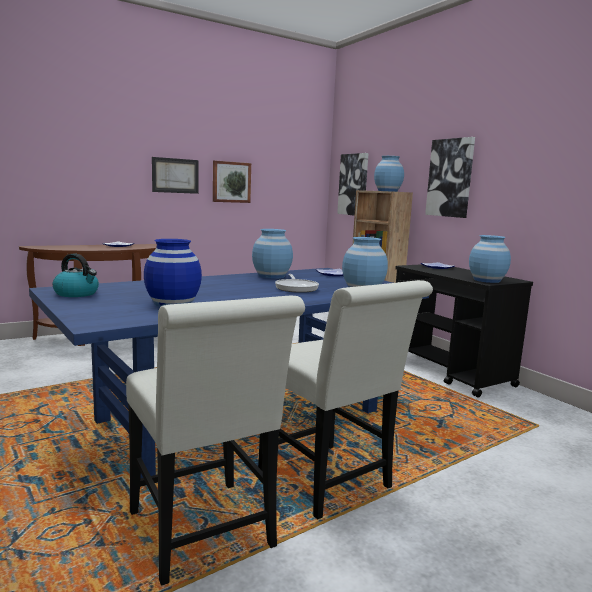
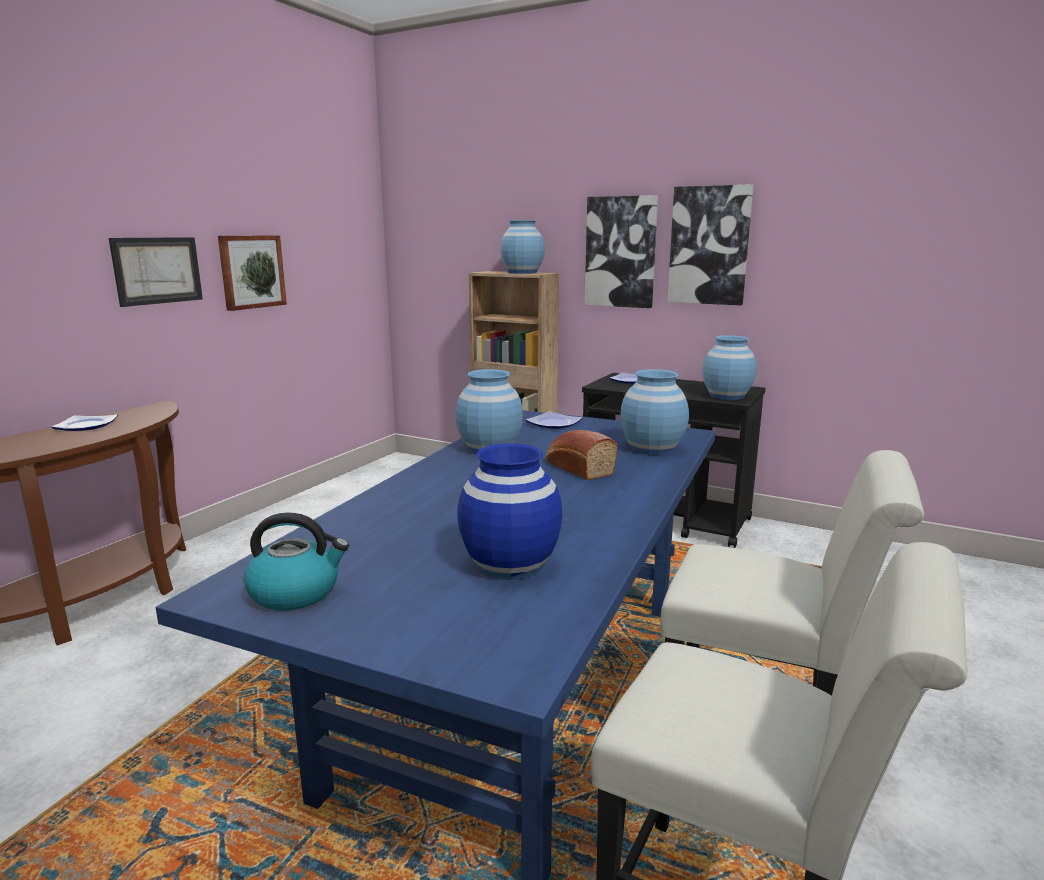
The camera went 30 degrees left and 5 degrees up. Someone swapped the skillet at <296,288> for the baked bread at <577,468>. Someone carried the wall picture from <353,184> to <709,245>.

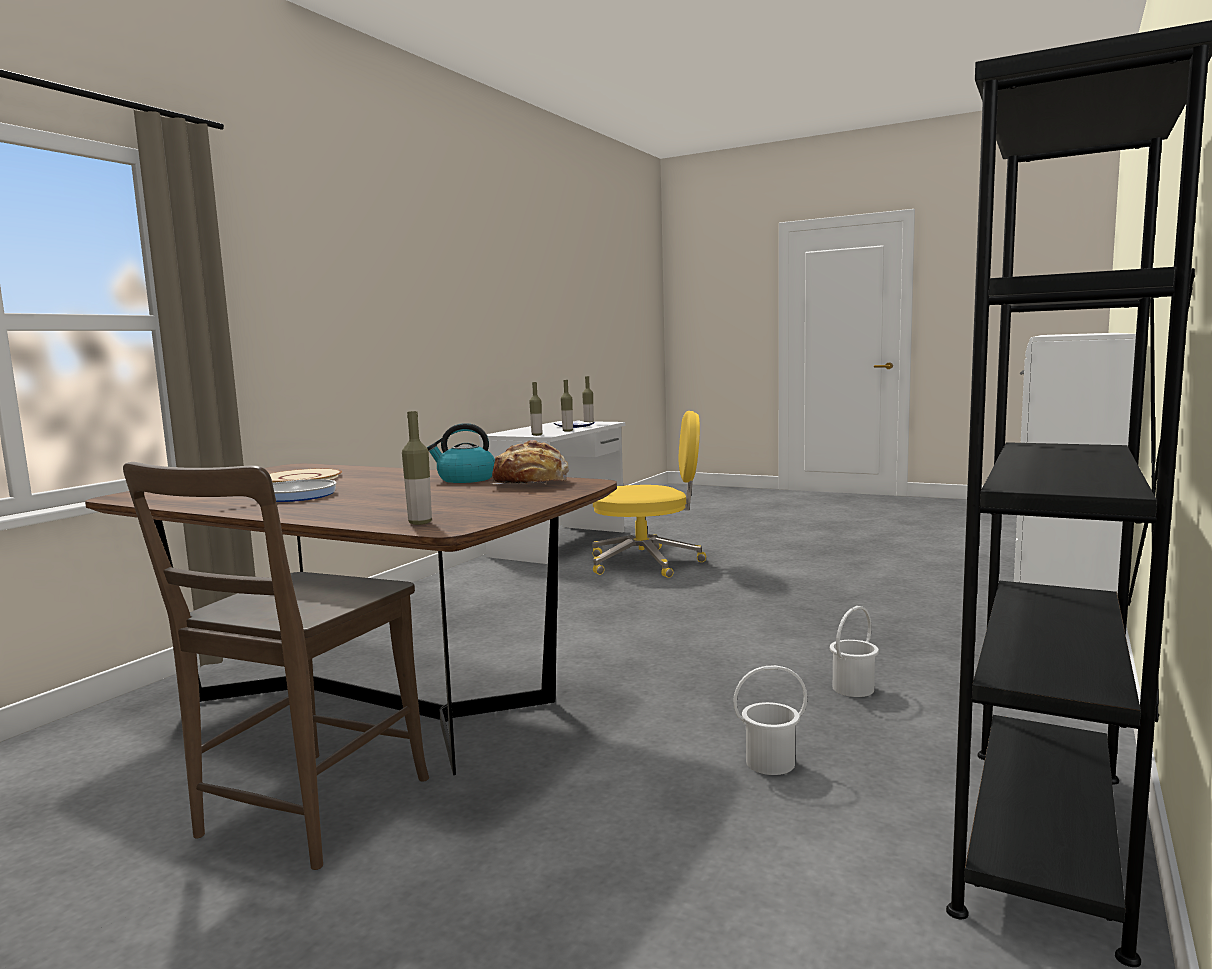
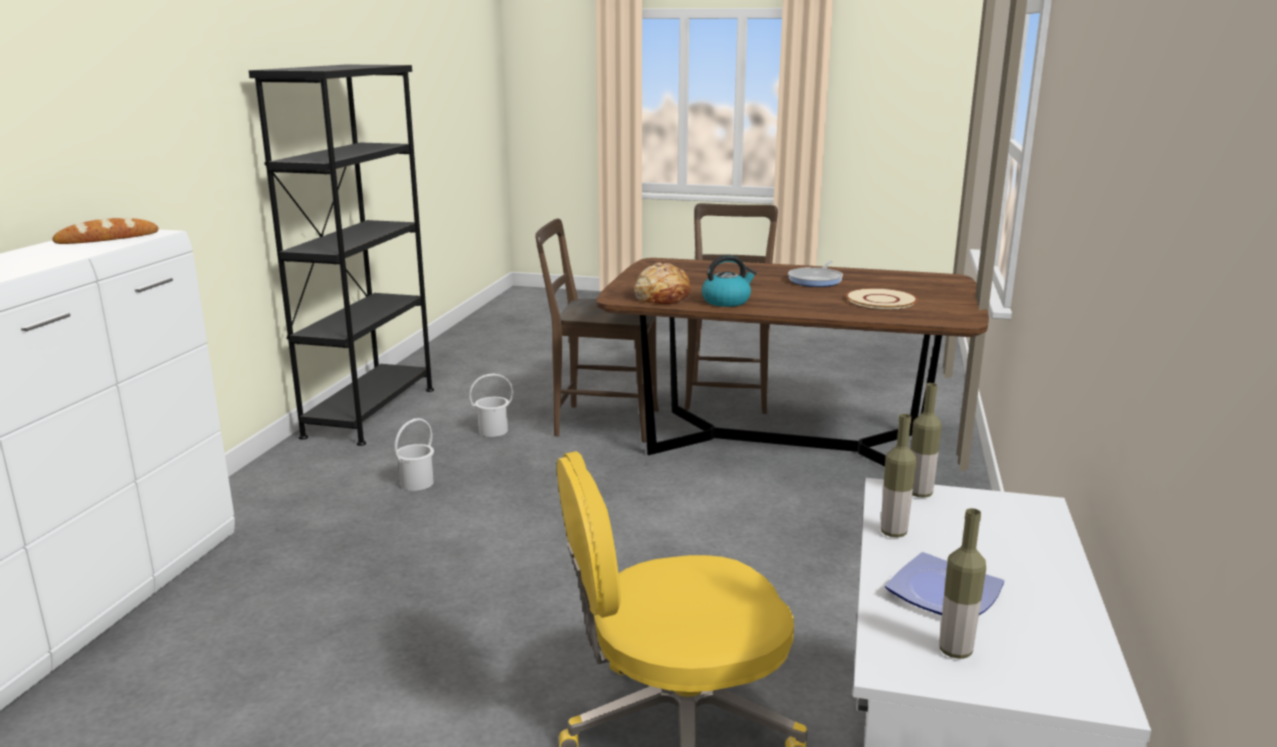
The camera went 165 degrees right and 10 degrees up. Someone took away the beverage bottle at <420,523>. Someone put down the baked bread at <107,238>. Someone put down the brown-coloured chair at <600,422>.

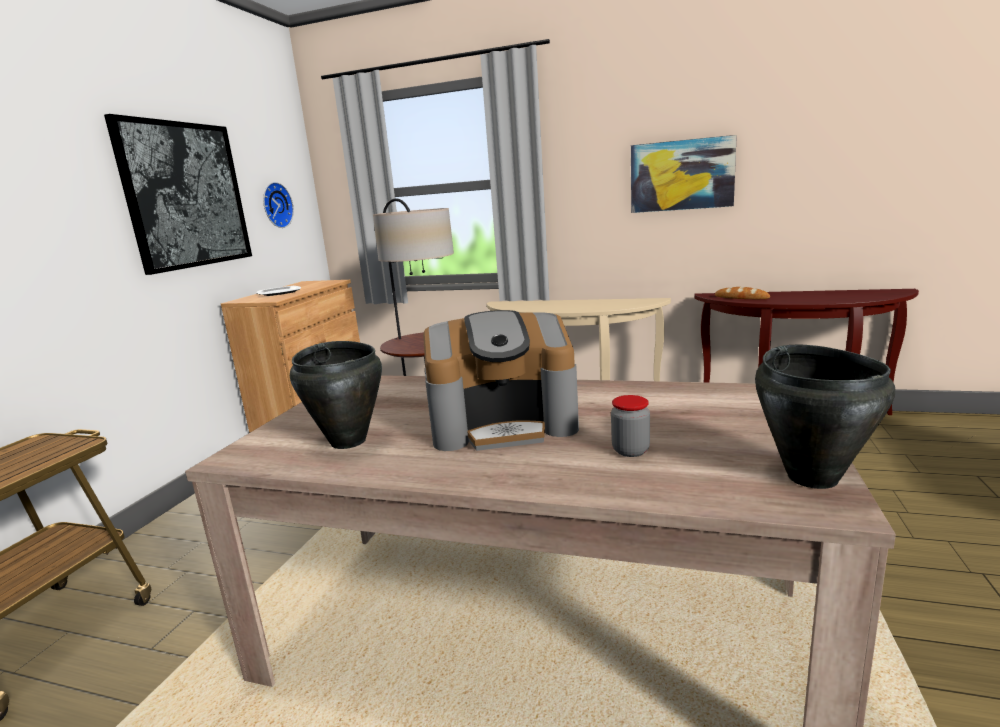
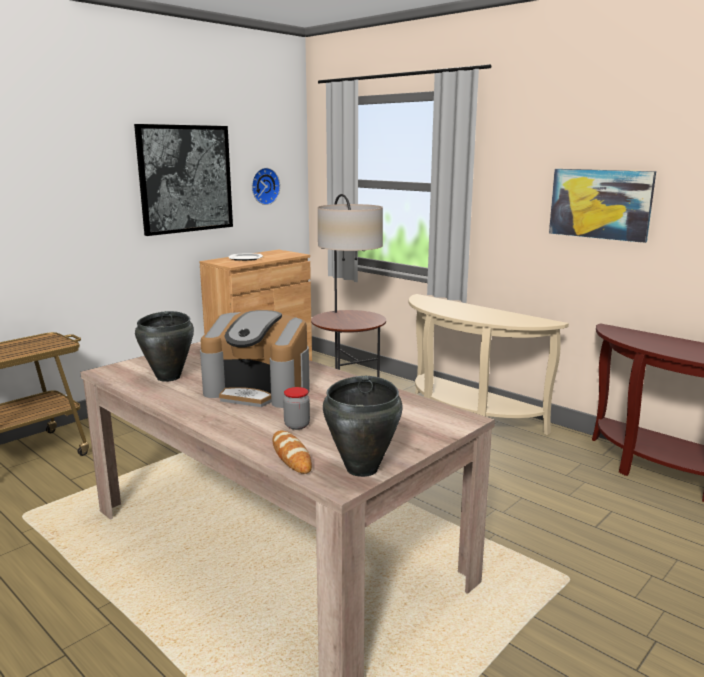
The camera went 25 degrees right and 0 degrees up. Someone carried the baked bread from <741,297> to <291,456>.

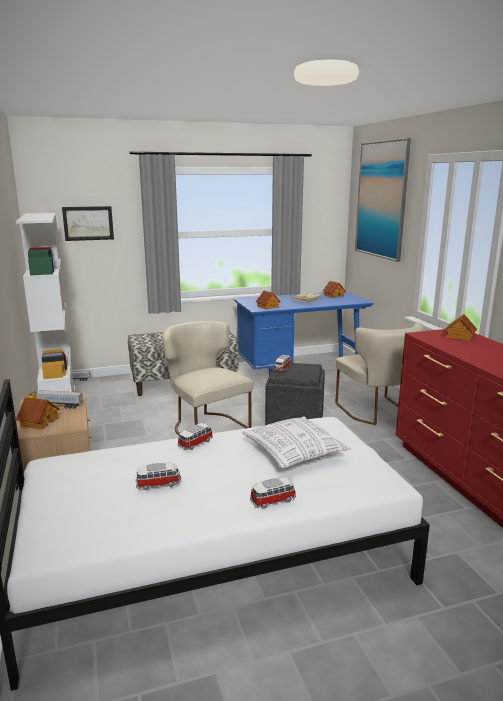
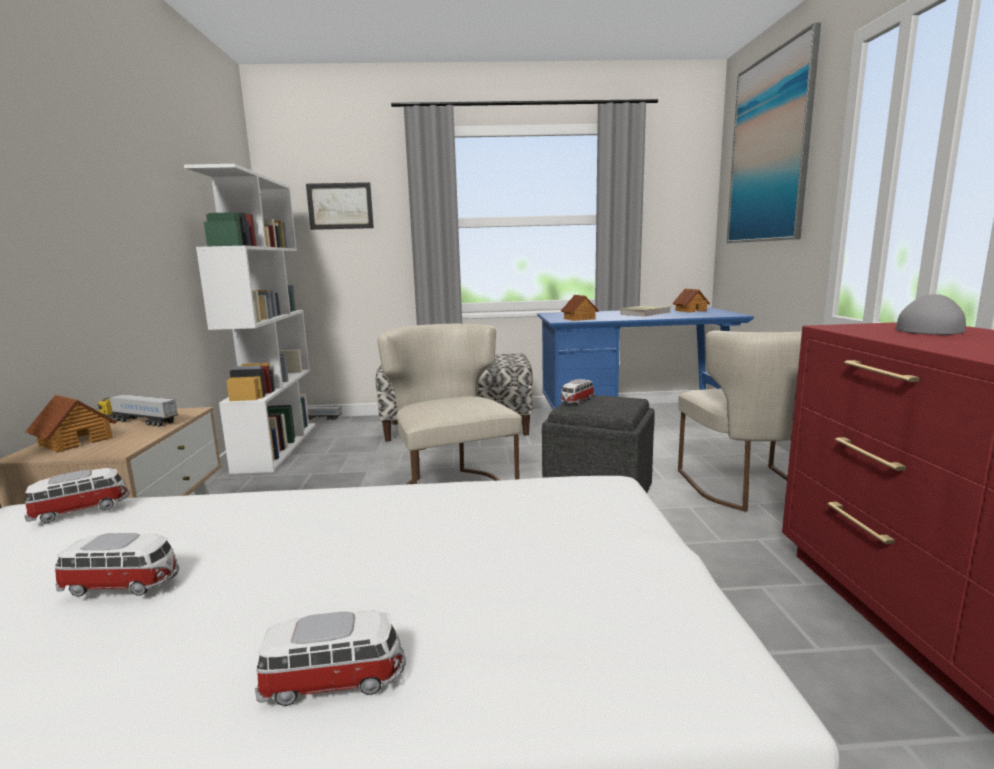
The camera went 15 degrees right and 5 degrees down. Someone carried the toy car from <196,443> to <81,510>. Someone took away the throw pillow at <293,453>. Someone swapped the miniature house at <459,336> for the grey baseball cap at <930,329>.

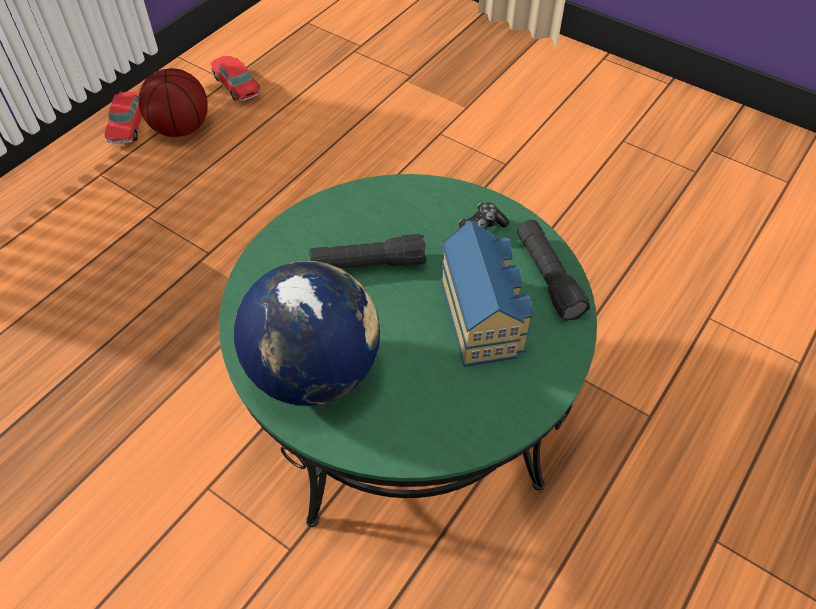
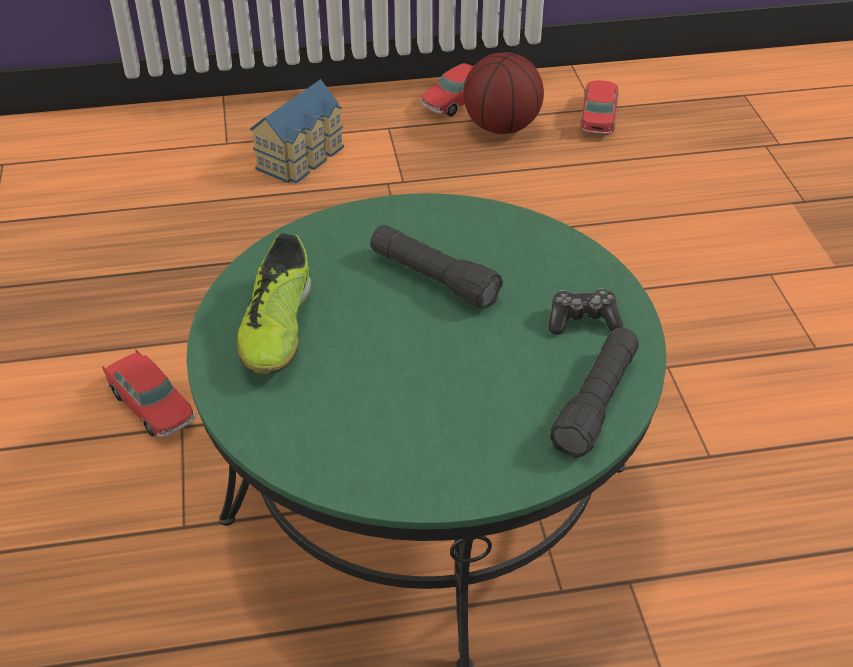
The camera went 45 degrees right and 10 degrees down. Someone swapped the world globe at <315,371> for the low shoe at <277,327>. Someone carried the miniature house from <483,316> to <303,157>. Someone put down the toy car at <152,406>.

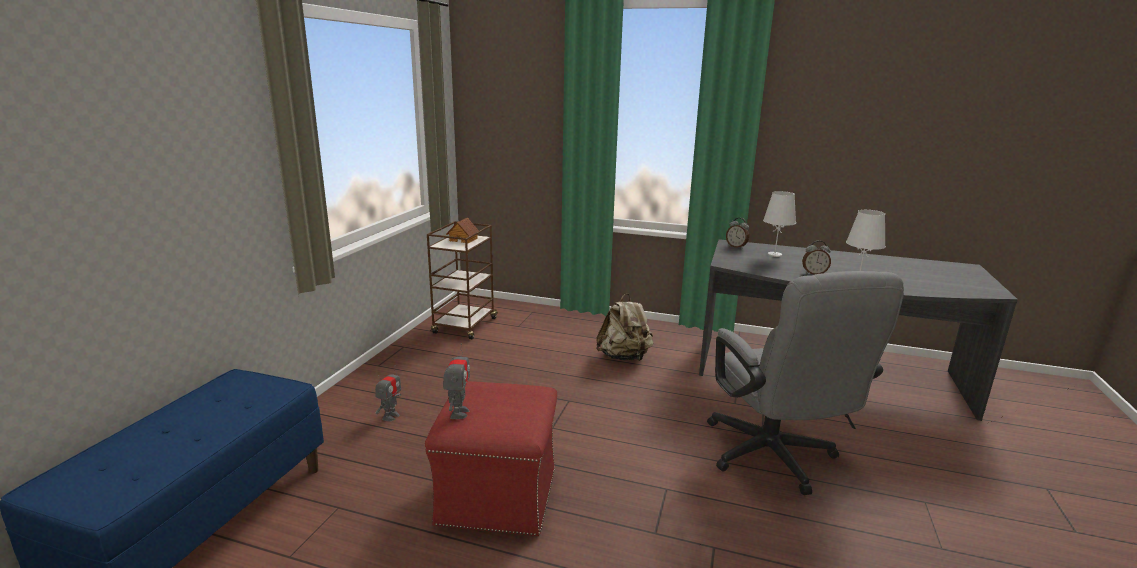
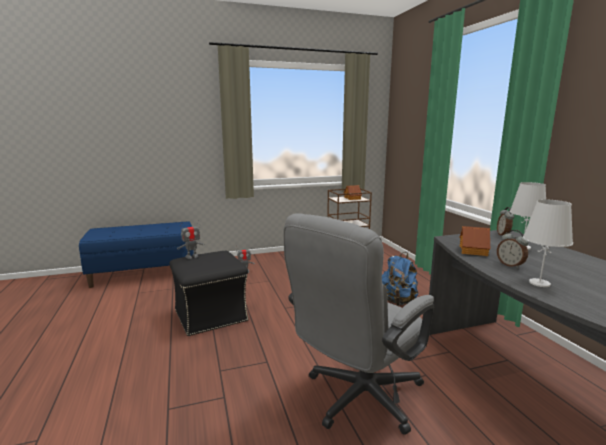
The camera went 55 degrees right and 5 degrees down. Someone repainted the reddish pouffe at <498,494>, which became the blackish pouffe at <211,315>. Someone repainted the beige backpack at <624,357>, which became the blue-coloured backpack at <398,301>. Someone put down the miniature house at <473,251>.

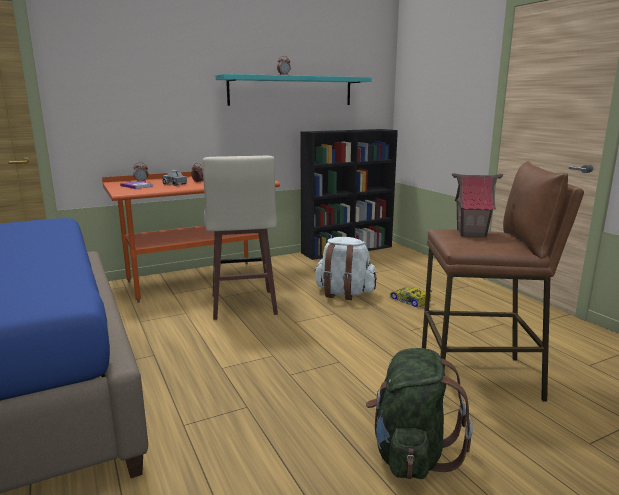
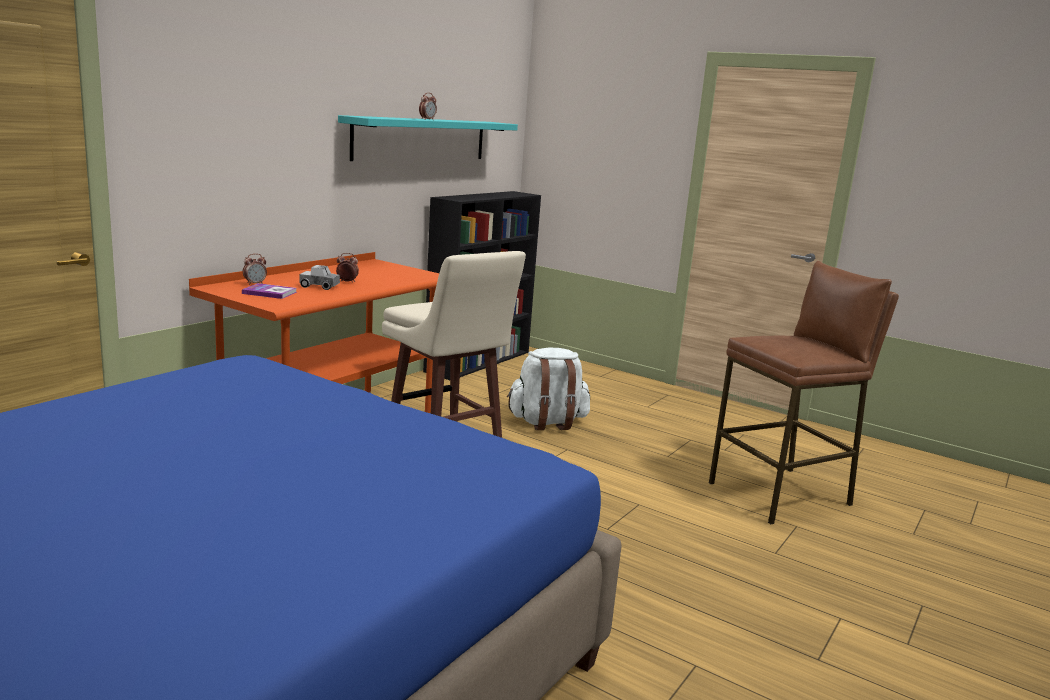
The camera went 30 degrees left and 0 degrees up. Someone took away the greenish backpack at <410,454>. Someone took away the toy car at <410,300>. Someone took away the miniature house at <471,233>.

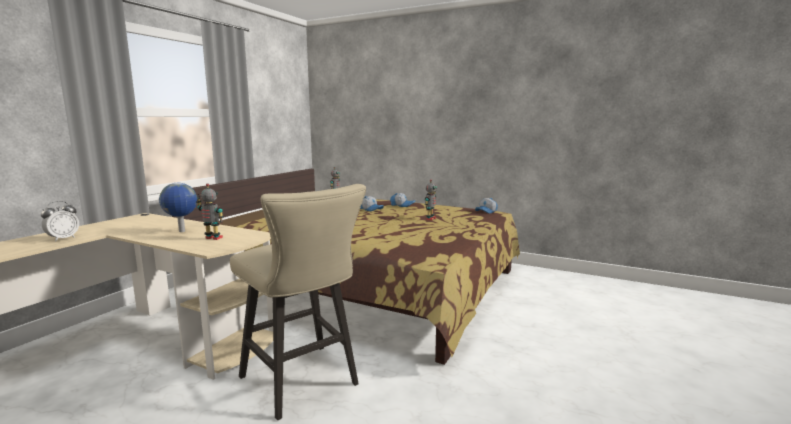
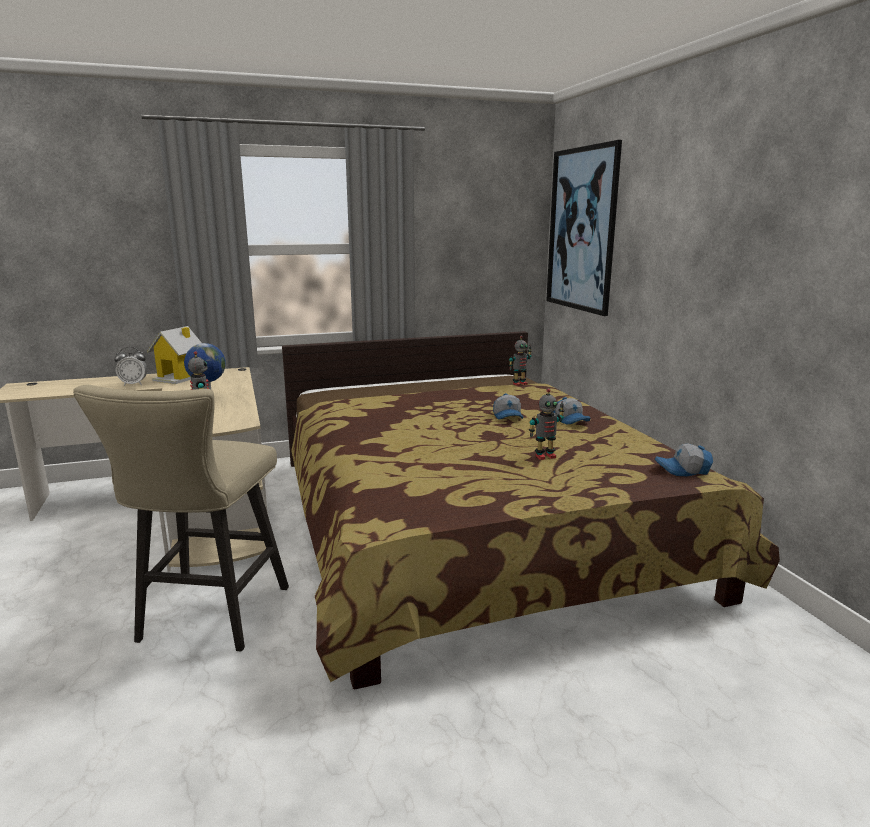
The camera went 45 degrees right and 5 degrees up. Someone put down the miniature house at <180,378>. Someone put up the wall picture at <581,230>.

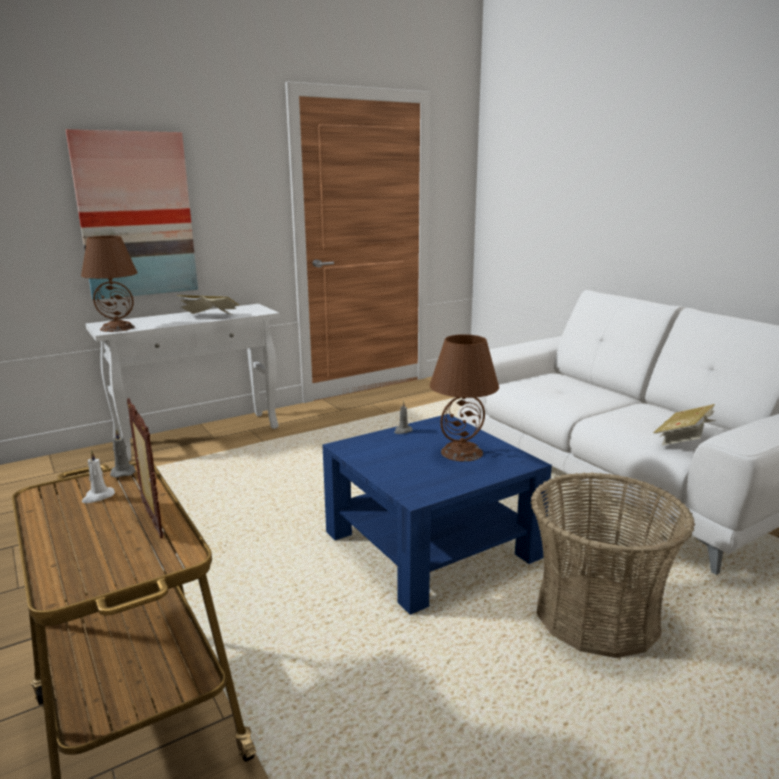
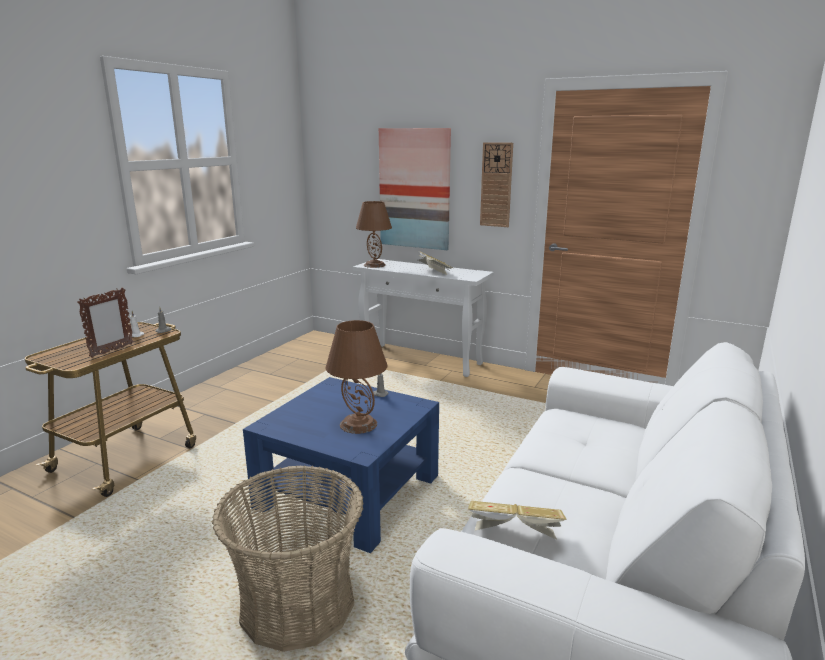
The camera went 60 degrees right and 0 degrees up. Someone put up the hanging clock at <496,185>.

